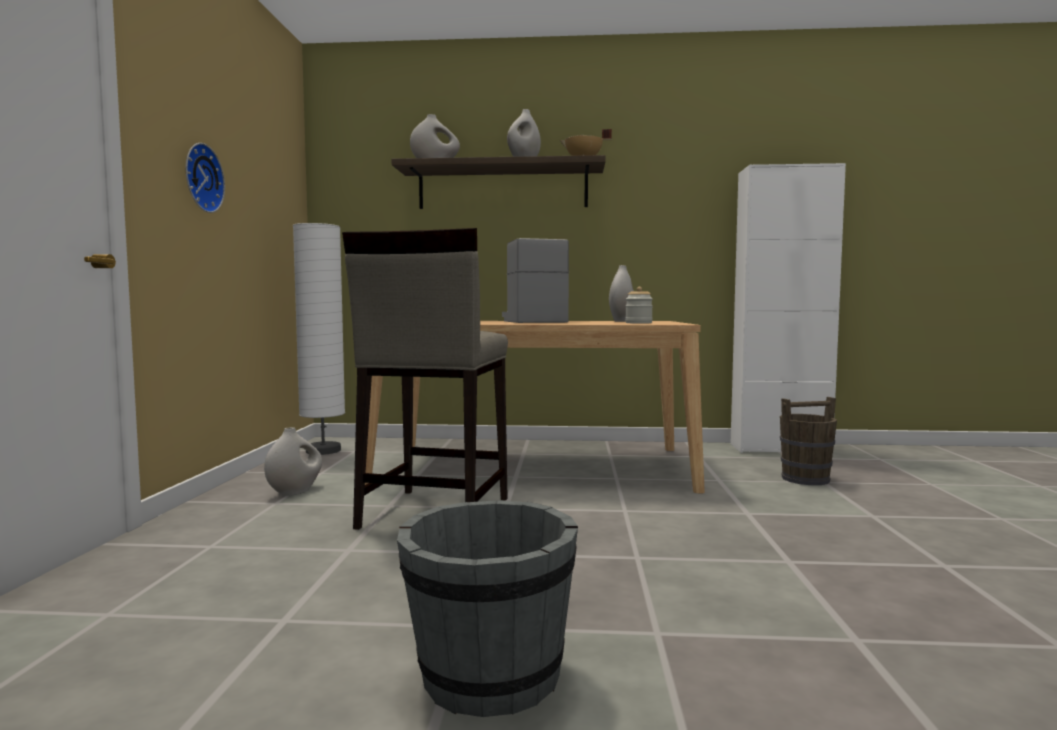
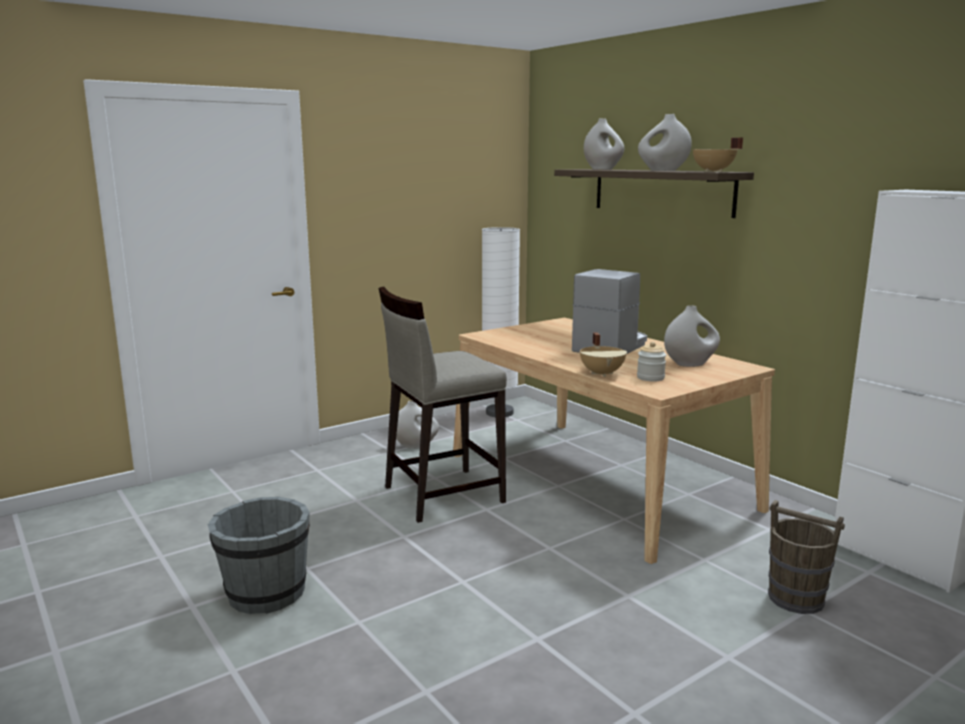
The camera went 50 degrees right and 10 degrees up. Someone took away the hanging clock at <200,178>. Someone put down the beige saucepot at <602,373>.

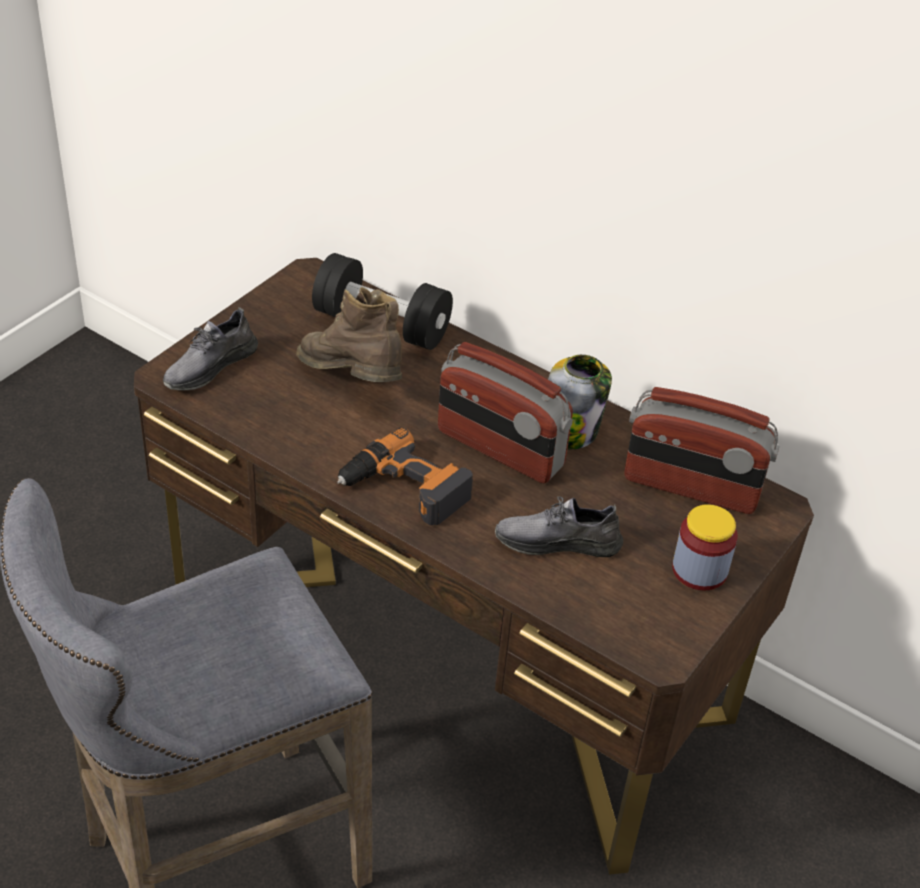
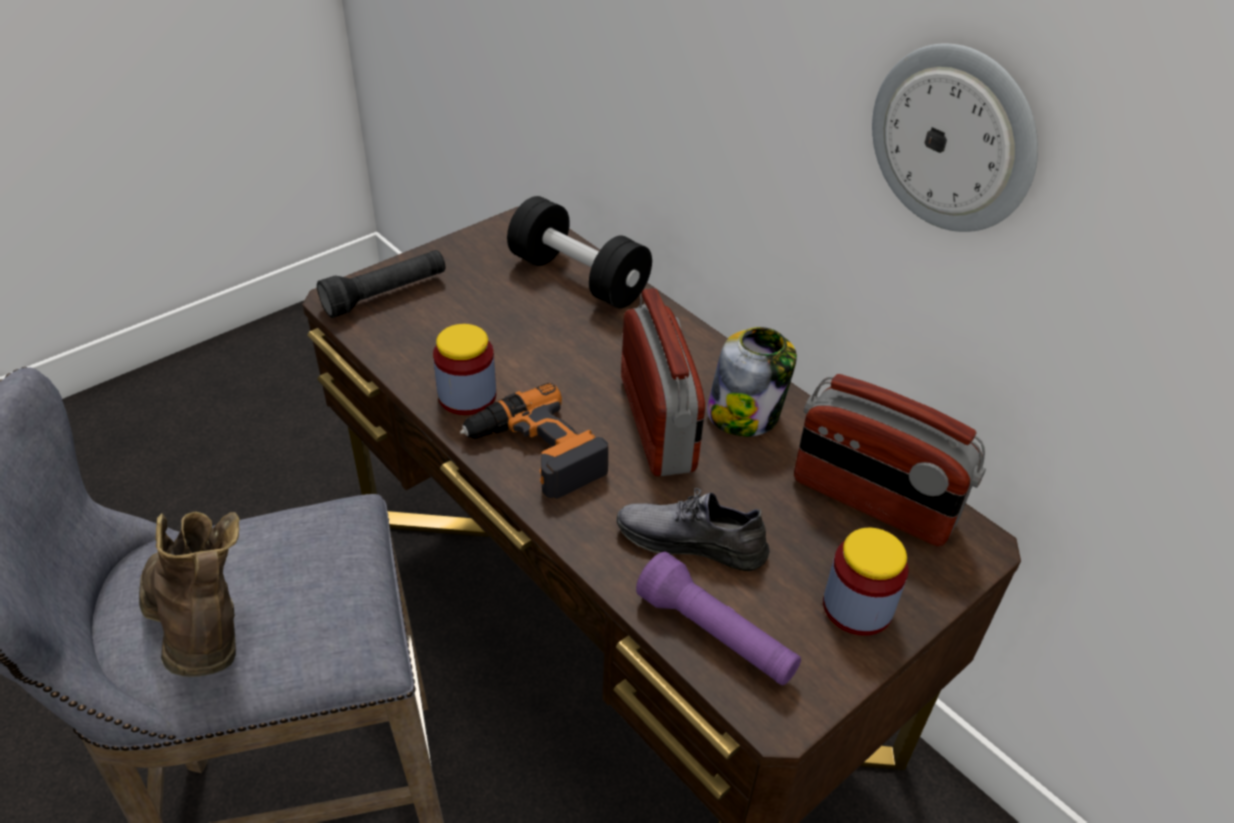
The camera went 15 degrees right and 0 degrees up. Someone swapped the grey low shoe at <210,366> for the blackish flashlight at <386,295>. Someone carried the brown-coloured boot from <353,381> to <206,635>. Someone rotated the radio set at <499,449> by 150 degrees counterclockwise. Someone put down the jar at <467,396>. Someone put down the purple flashlight at <716,635>. Someone put up the hanging clock at <954,139>.

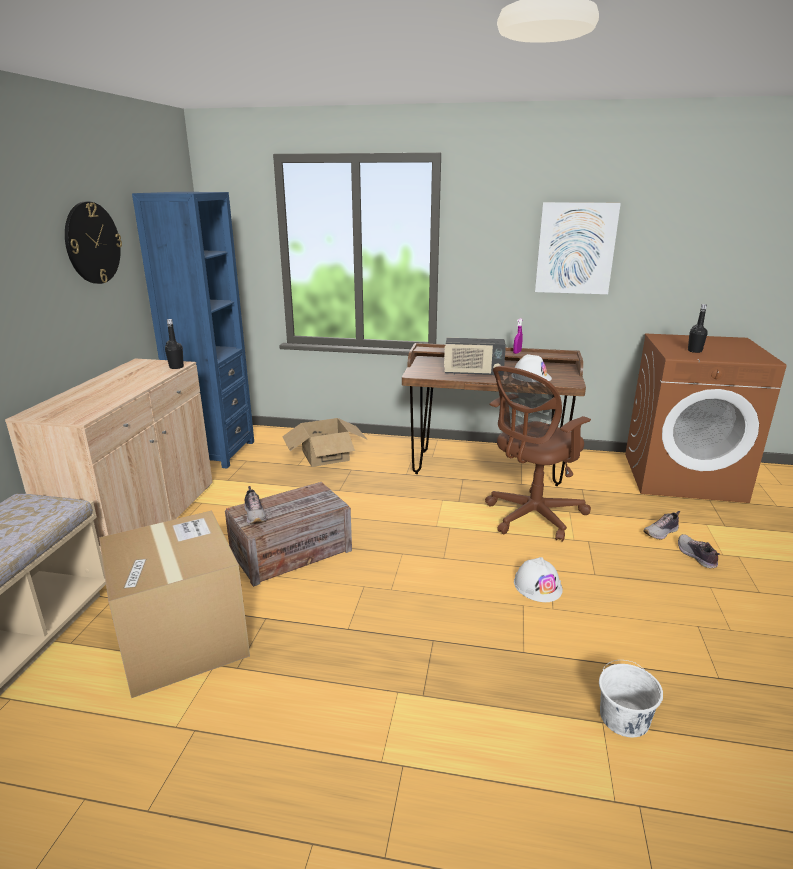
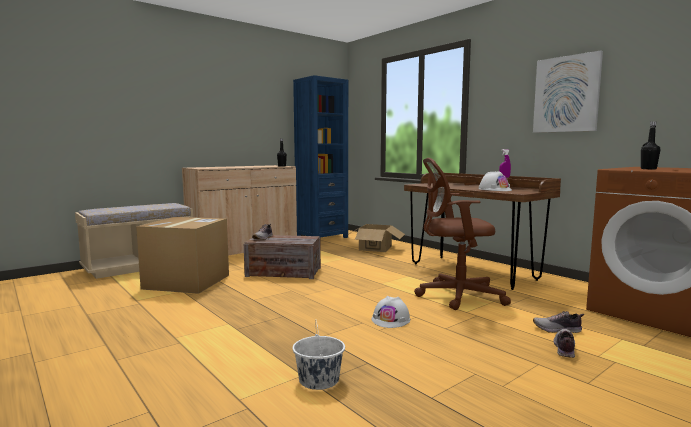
The camera went 40 degrees right and 15 degrees down. Someone took away the hanging clock at <92,243>. Someone took away the radio set at <473,373>.

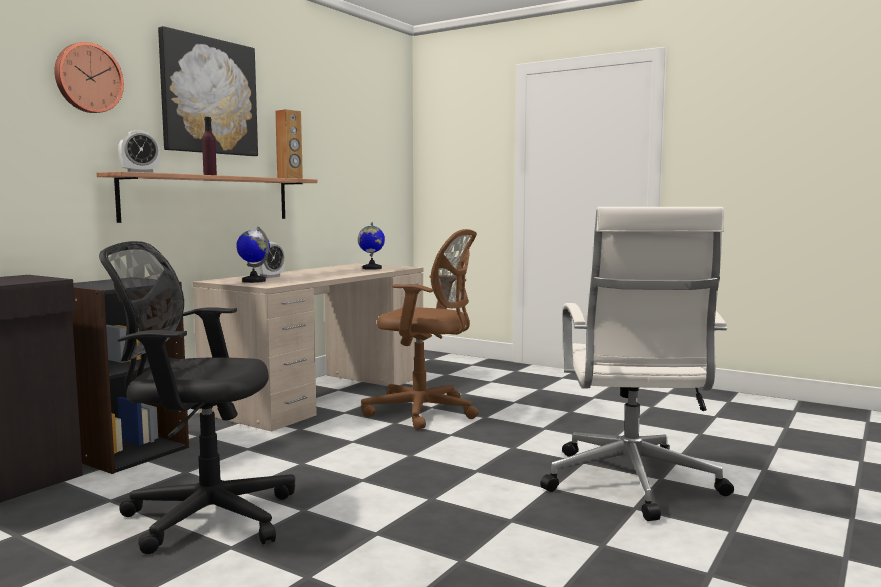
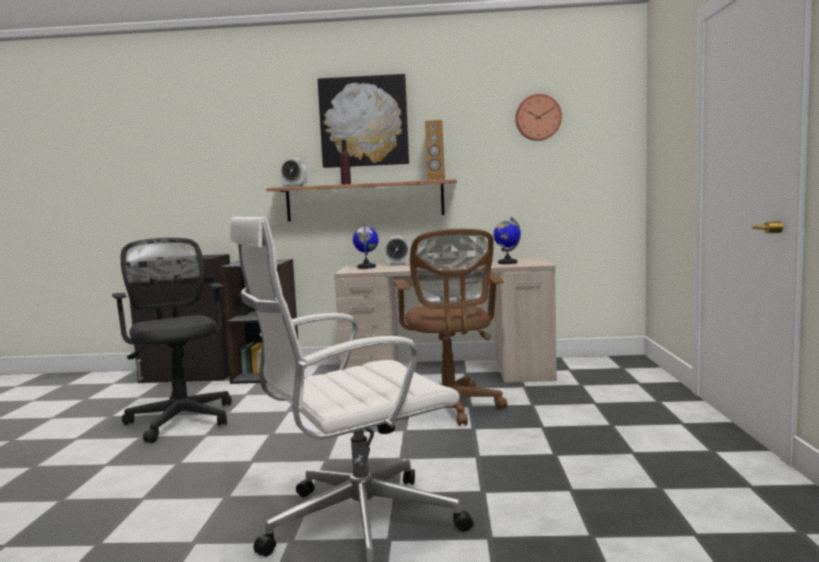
The camera went 60 degrees right and 0 degrees up. Someone carried the hanging clock from <87,78> to <537,117>.

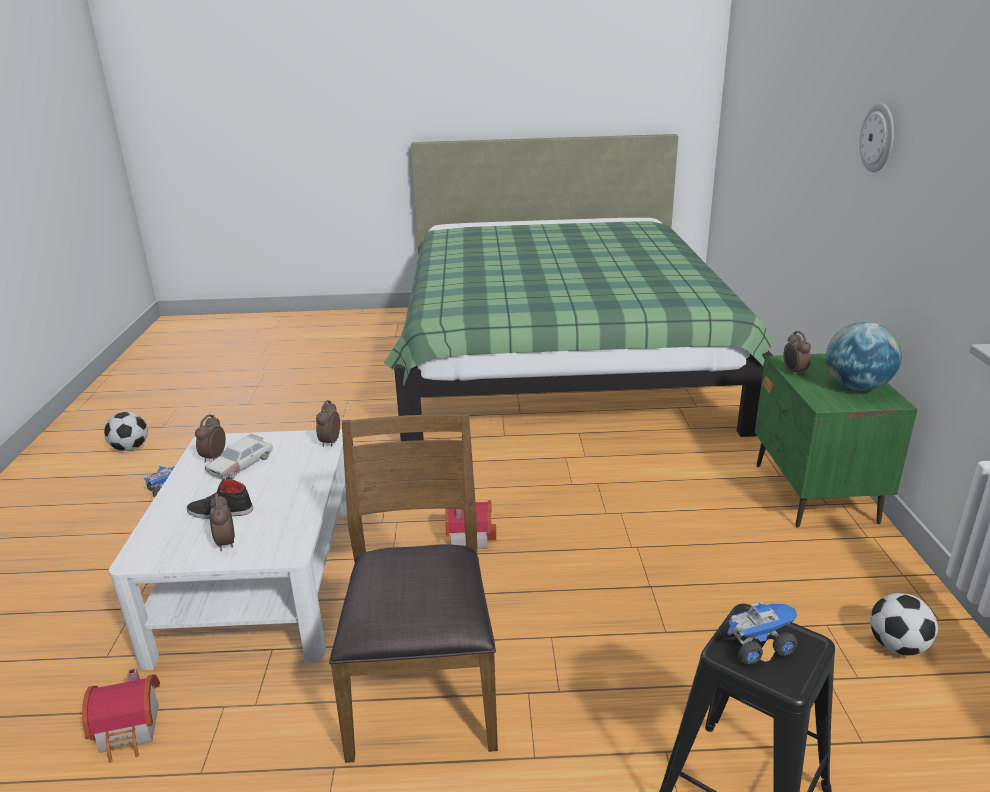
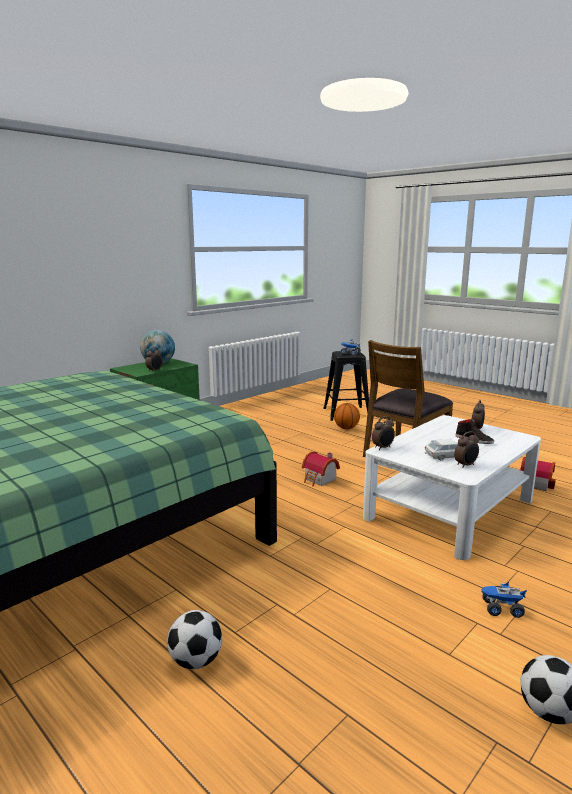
The camera went 135 degrees left and 10 degrees down. Someone took away the hanging clock at <878,138>. Someone carried the ball for football from <896,646> to <196,661>. Someone put down the basketball at <346,428>.

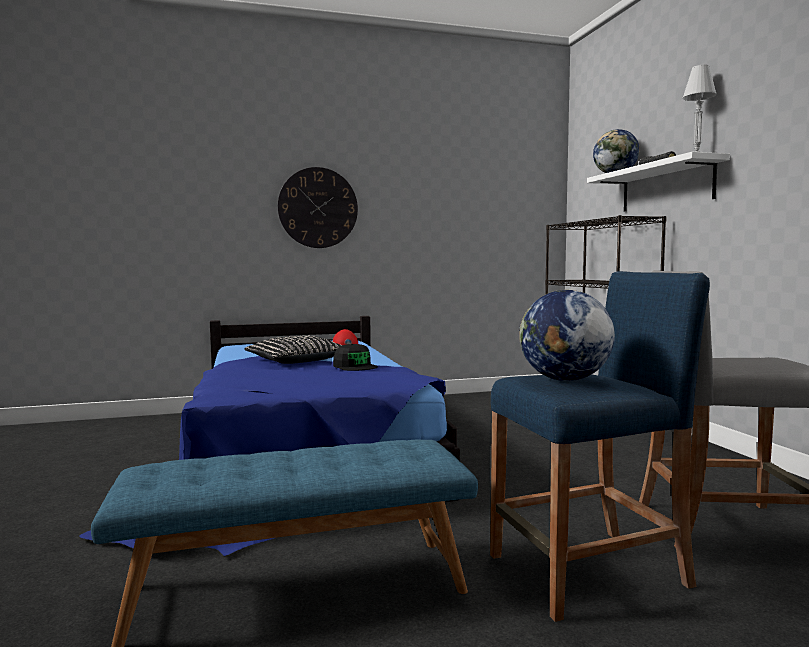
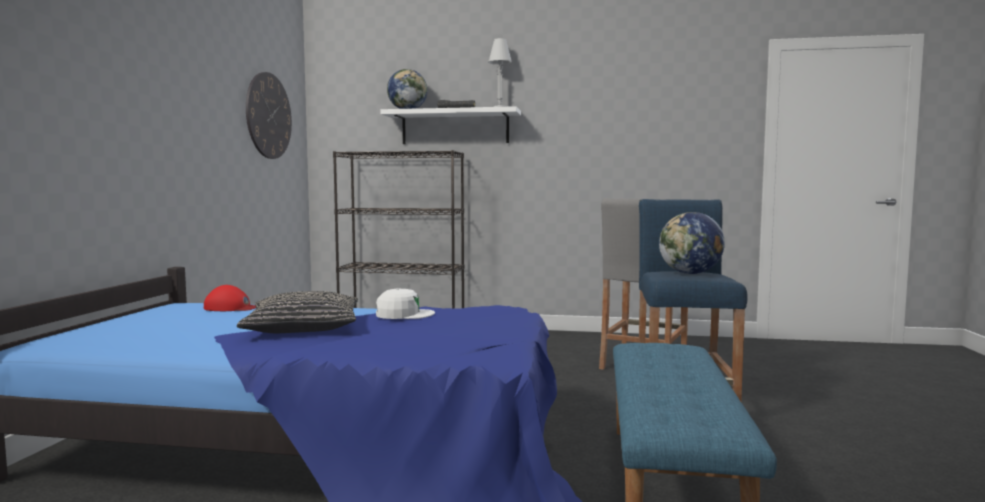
The camera went 65 degrees left and 0 degrees up. Someone carried the hanging clock from <318,208> to <268,116>. Someone repainted the blackish baseball cap at <355,366>, which became the white baseball cap at <404,314>.

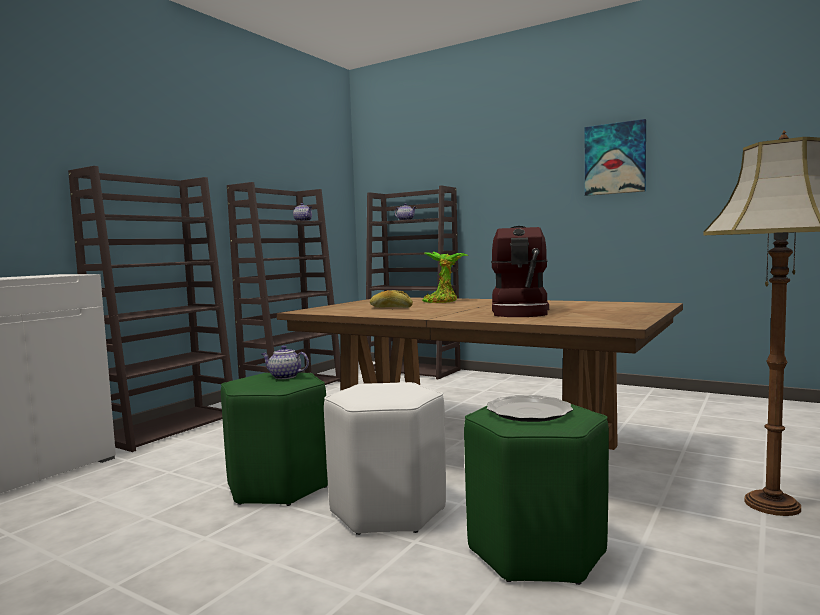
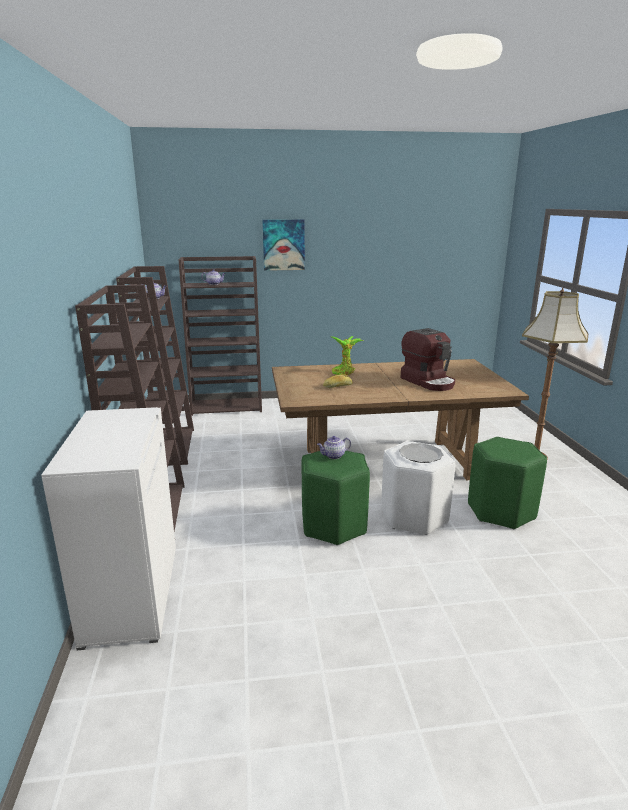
The camera went 40 degrees left and 15 degrees up. Someone carried the dinner plate from <529,412> to <420,455>. Someone carried the wall picture from <615,159> to <283,245>.

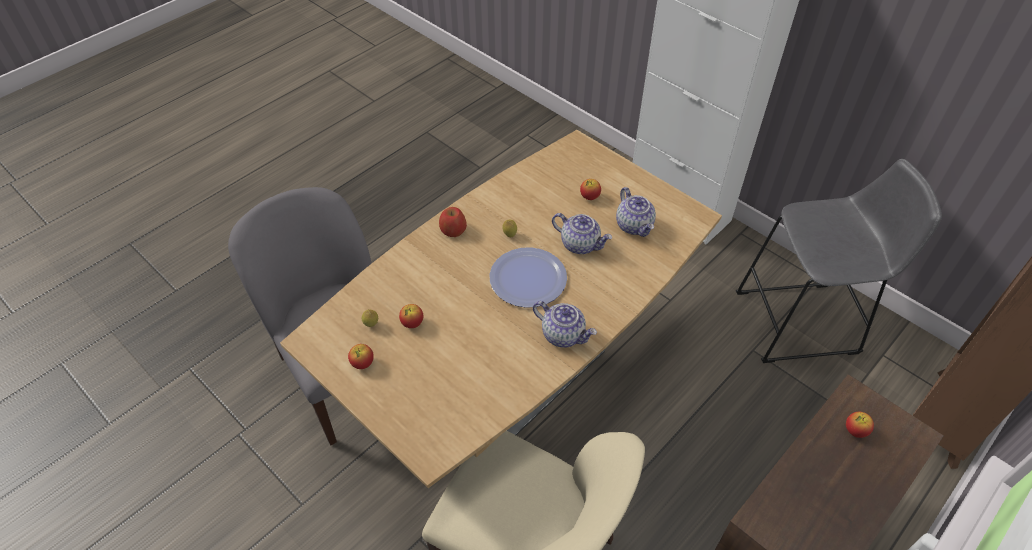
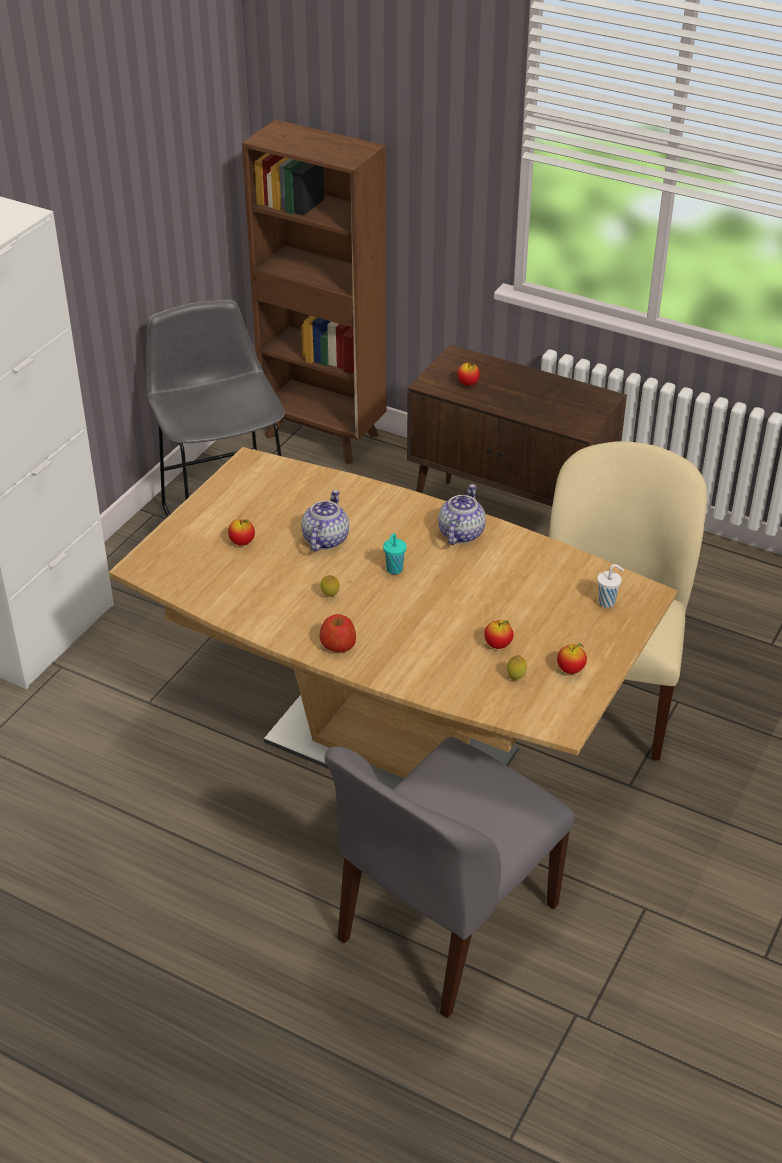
The camera went 105 degrees left and 10 degrees down. Someone swapped the dinner plate at <527,278> for the turquoise-coloured small cup at <394,570>. Someone took away the tea pot at <634,226>. Someone put down the white small cup at <607,602>.

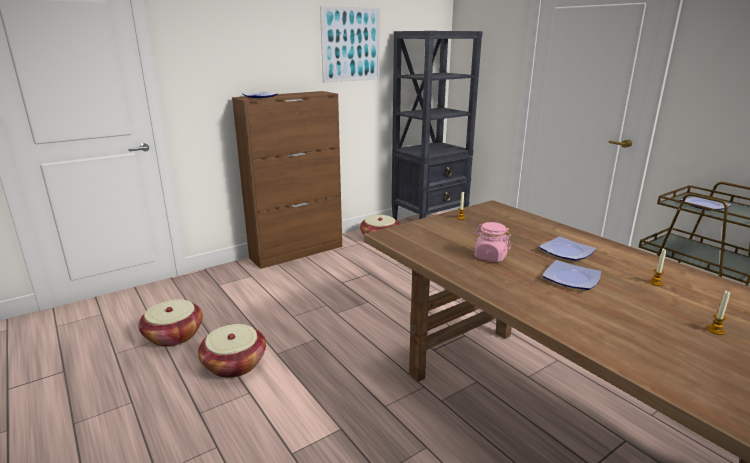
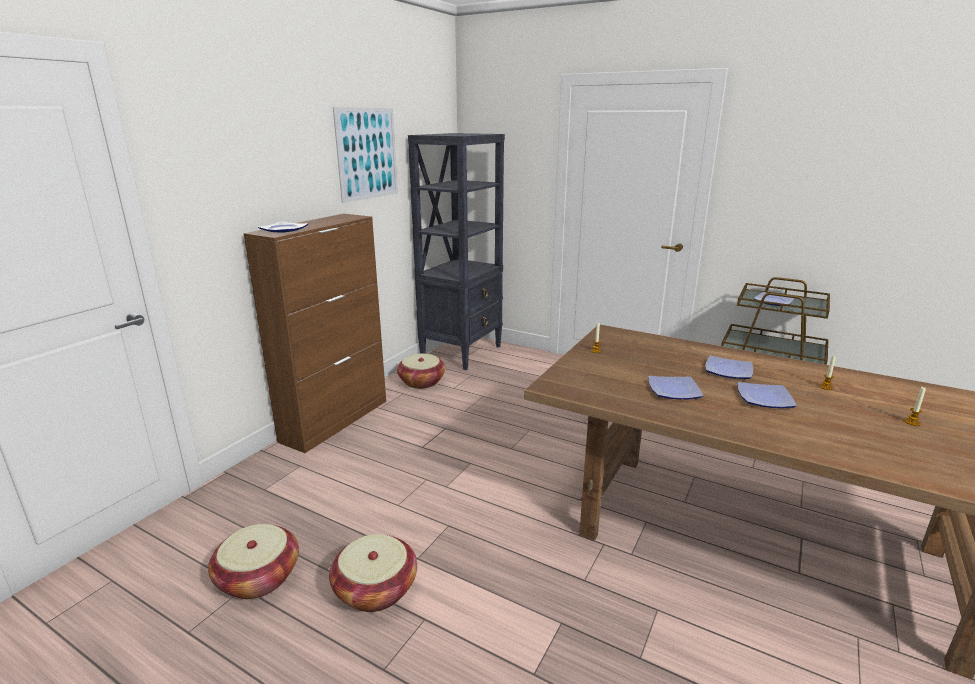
The camera went 25 degrees left and 0 degrees up. Someone swapped the pink-coloured jar at <490,256> for the dinner plate at <674,390>.

